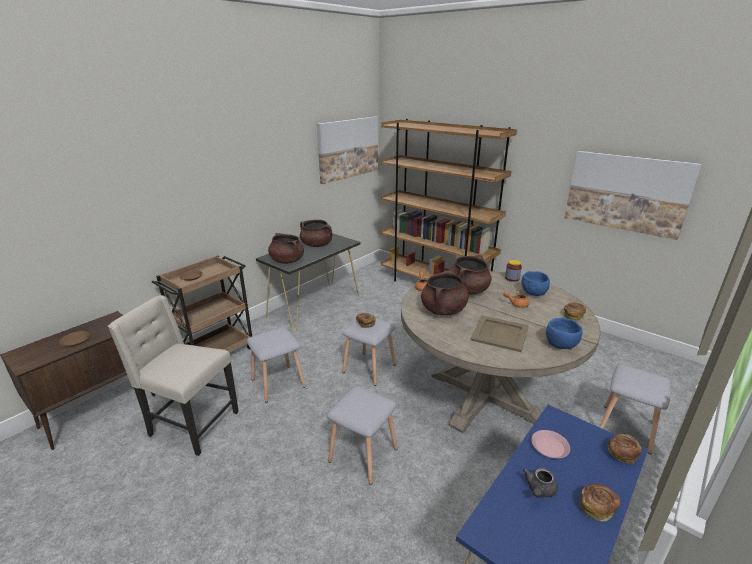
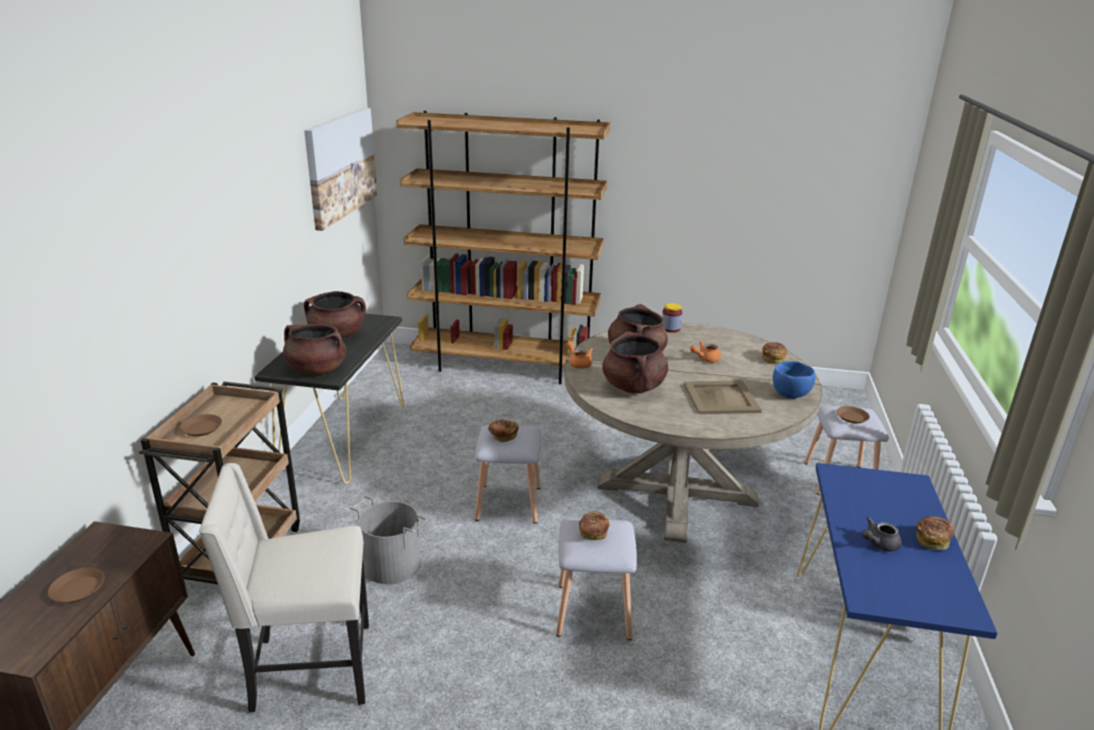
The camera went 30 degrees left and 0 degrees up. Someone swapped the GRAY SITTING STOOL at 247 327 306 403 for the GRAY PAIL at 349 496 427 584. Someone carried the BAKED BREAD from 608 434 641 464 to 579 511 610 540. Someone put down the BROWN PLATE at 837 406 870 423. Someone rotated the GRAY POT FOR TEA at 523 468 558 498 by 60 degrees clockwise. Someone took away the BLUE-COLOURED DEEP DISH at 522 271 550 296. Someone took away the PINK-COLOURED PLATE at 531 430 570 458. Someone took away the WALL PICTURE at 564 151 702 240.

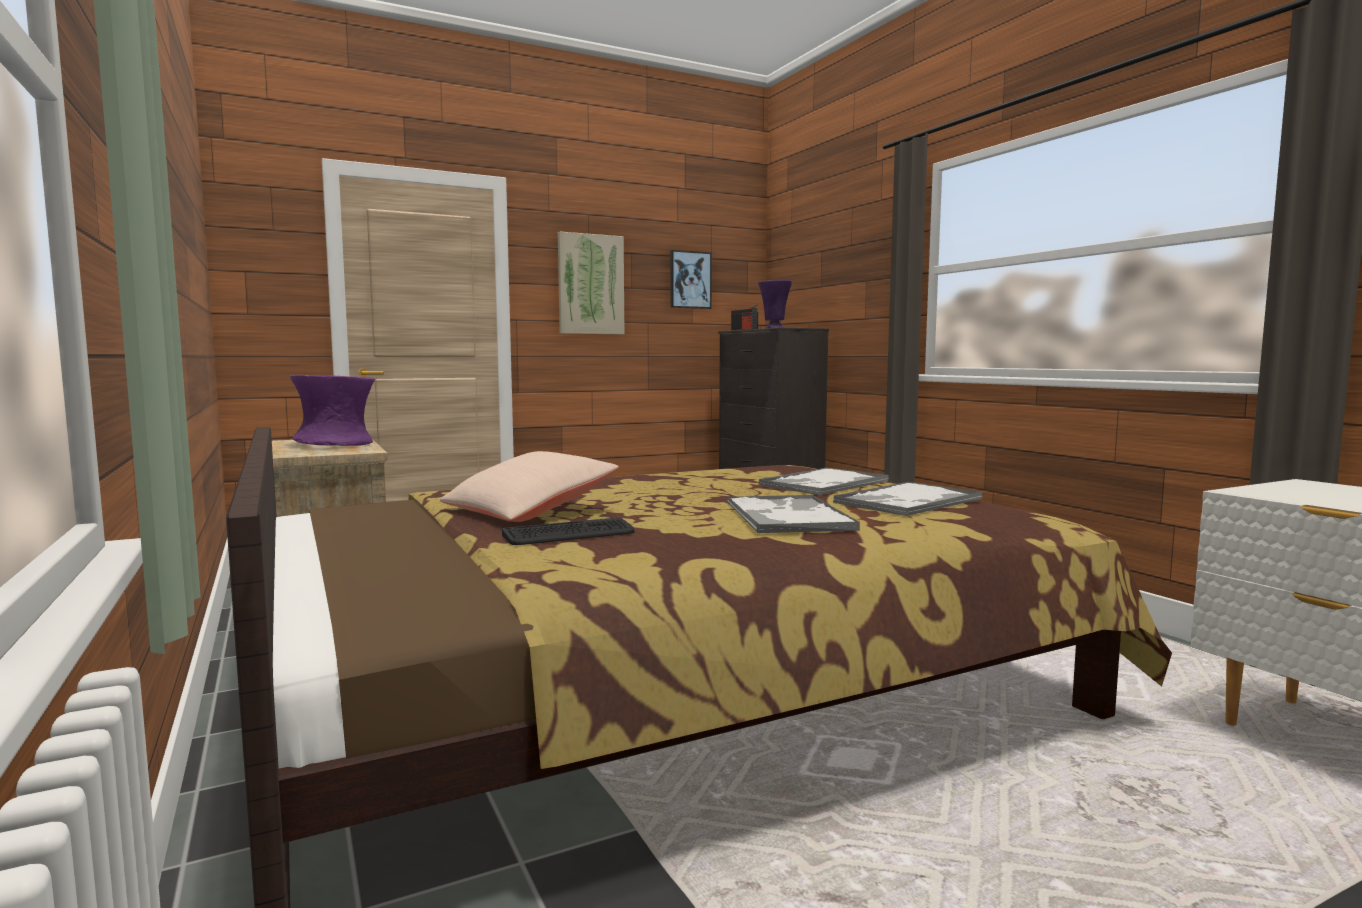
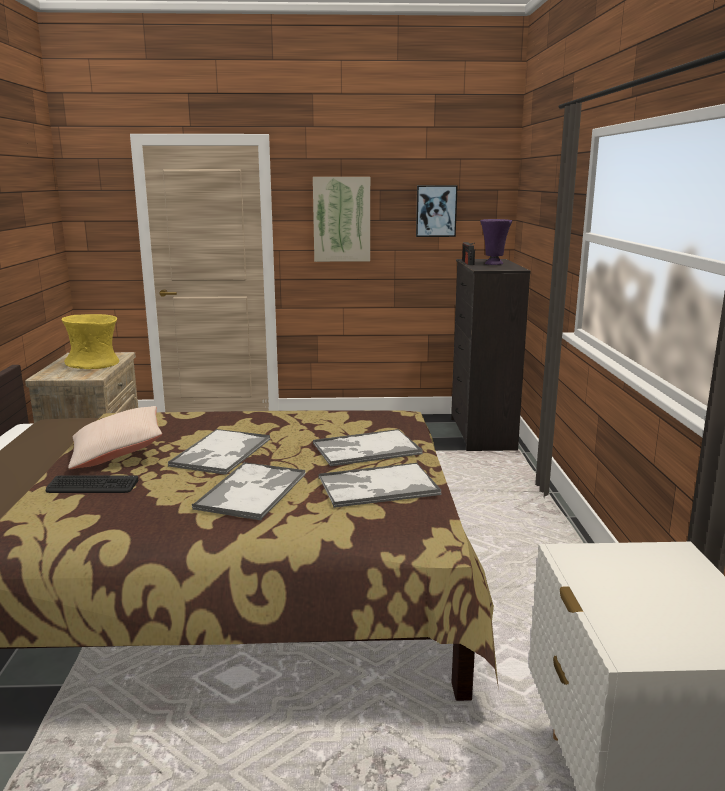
The camera went 25 degrees right and 10 degrees up. Someone repainted the PURPLISH VASE at 290 375 375 446, which became the YELLOWISH VASE at 62 314 119 369. Someone put down the TRAY at 168 429 270 475.

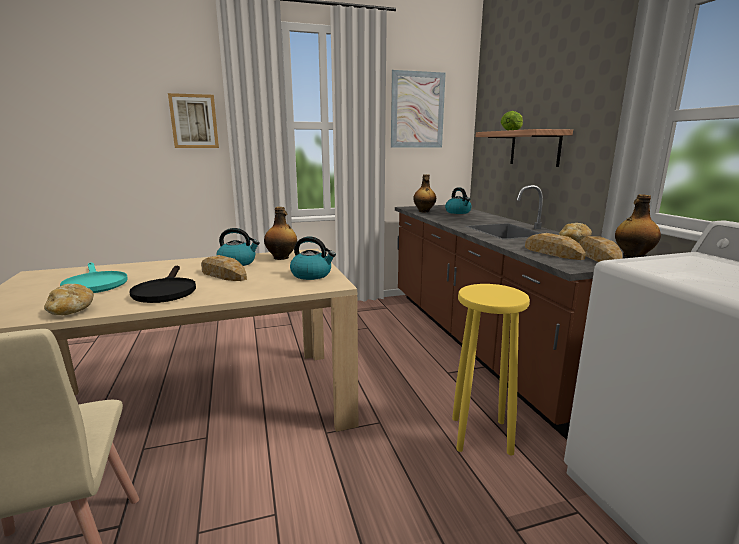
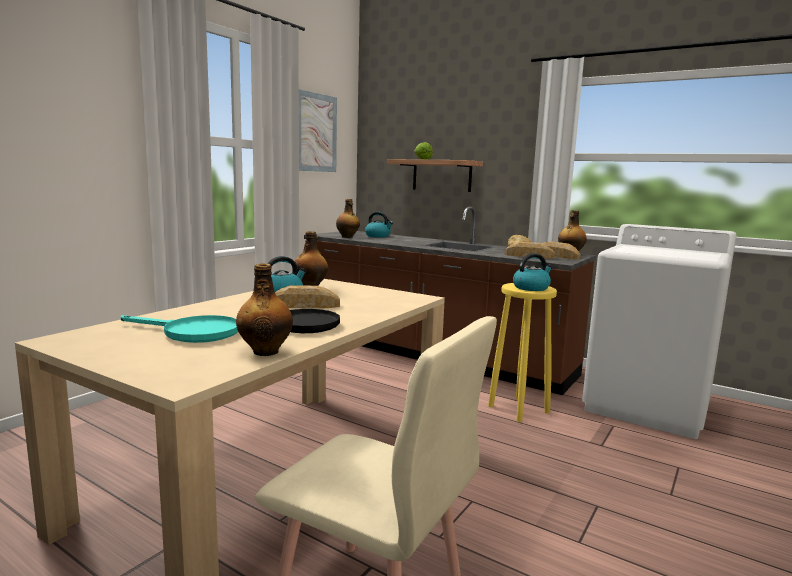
The camera went 40 degrees left and 5 degrees down. Someone swapped the BAKED BREAD at 44 284 94 315 for the DRINK BOTTLE at 236 263 293 356. Someone carried the KETTLE from 290 236 336 280 to 513 253 553 291. Someone took away the WALL PICTURE at 168 93 219 148.

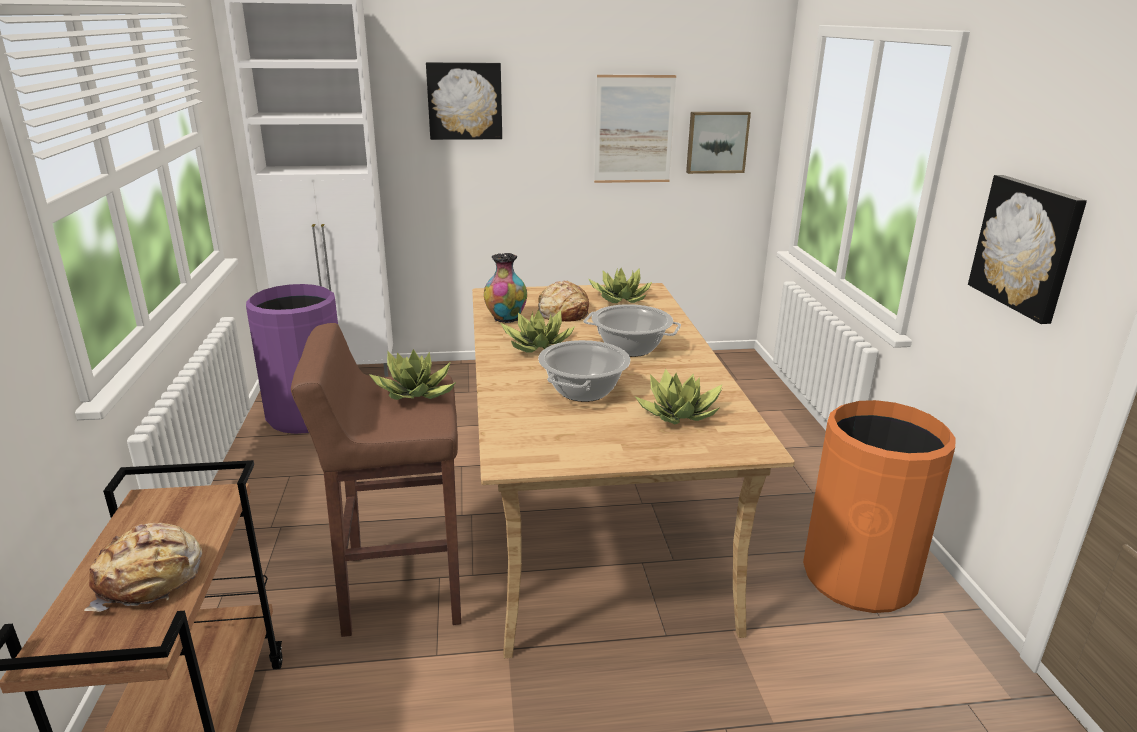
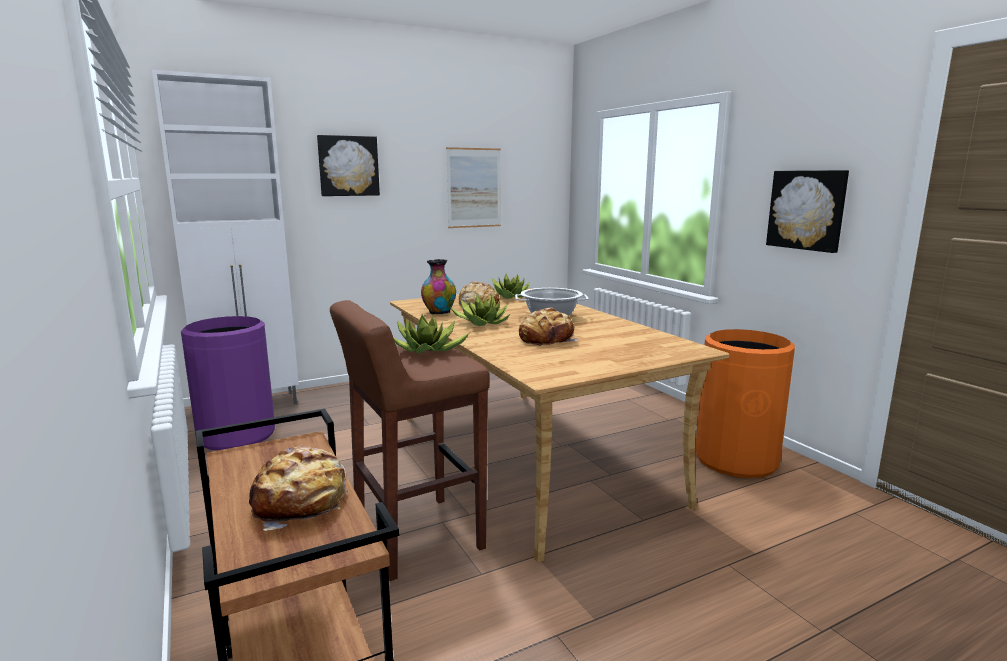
The camera went 20 degrees left and 10 degrees down. Someone swapped the STOCKPOT at 538 340 630 402 for the BAKED BREAD at 519 307 578 346. Someone took away the POTTED PLANT at 635 369 722 424. Someone took away the WALL PICTURE at 686 112 751 174.

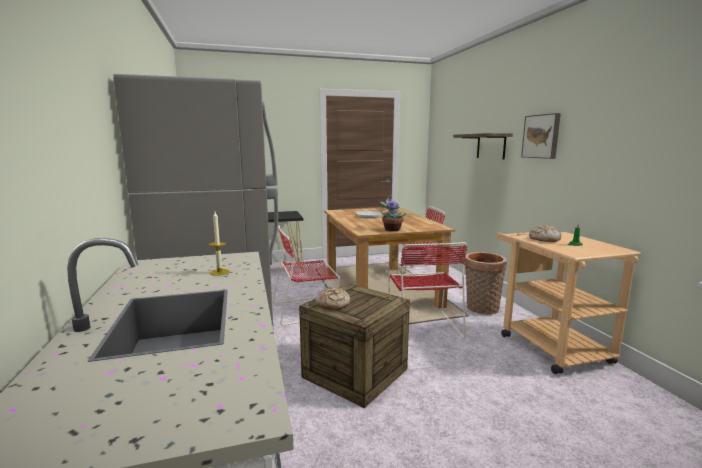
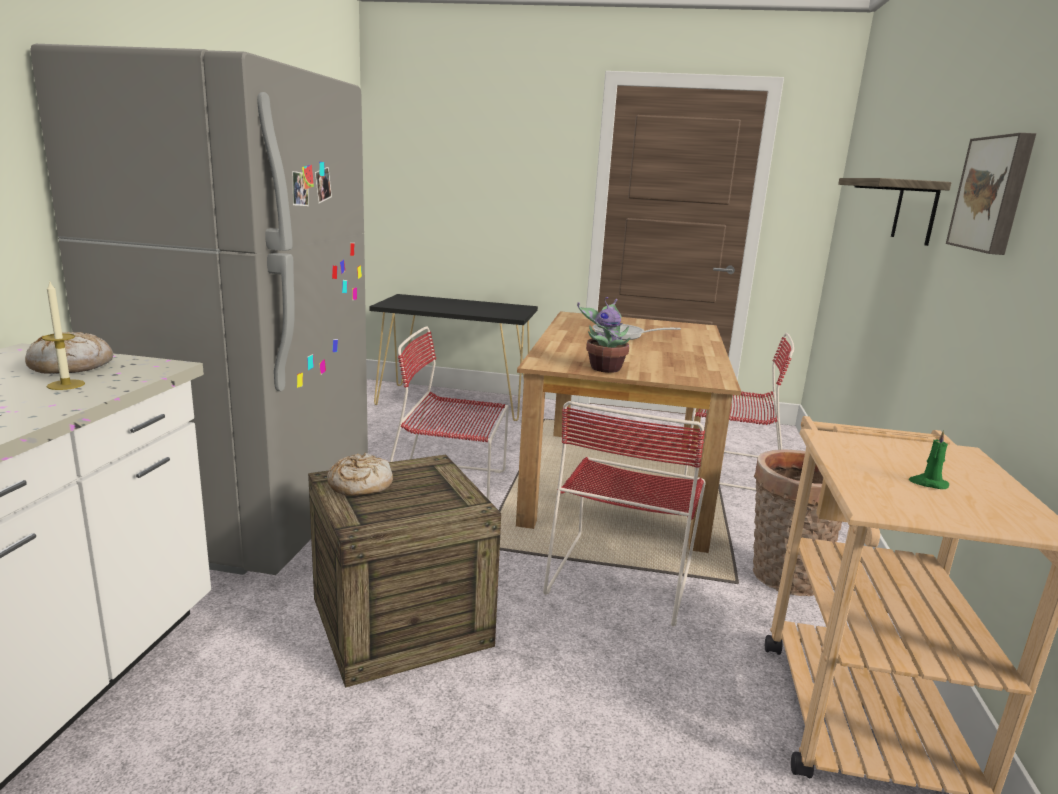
The camera went 25 degrees right and 5 degrees up. Someone carried the BAKED BREAD from 529 226 561 242 to 25 332 113 374.

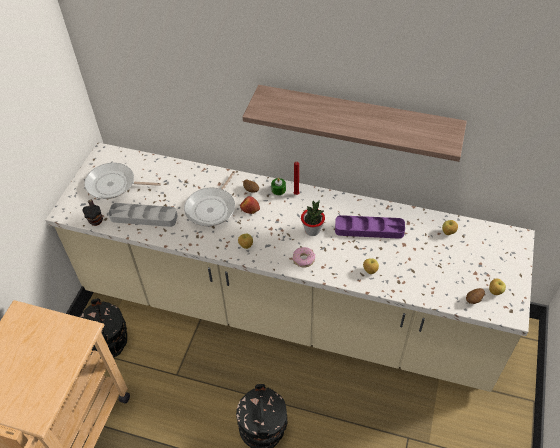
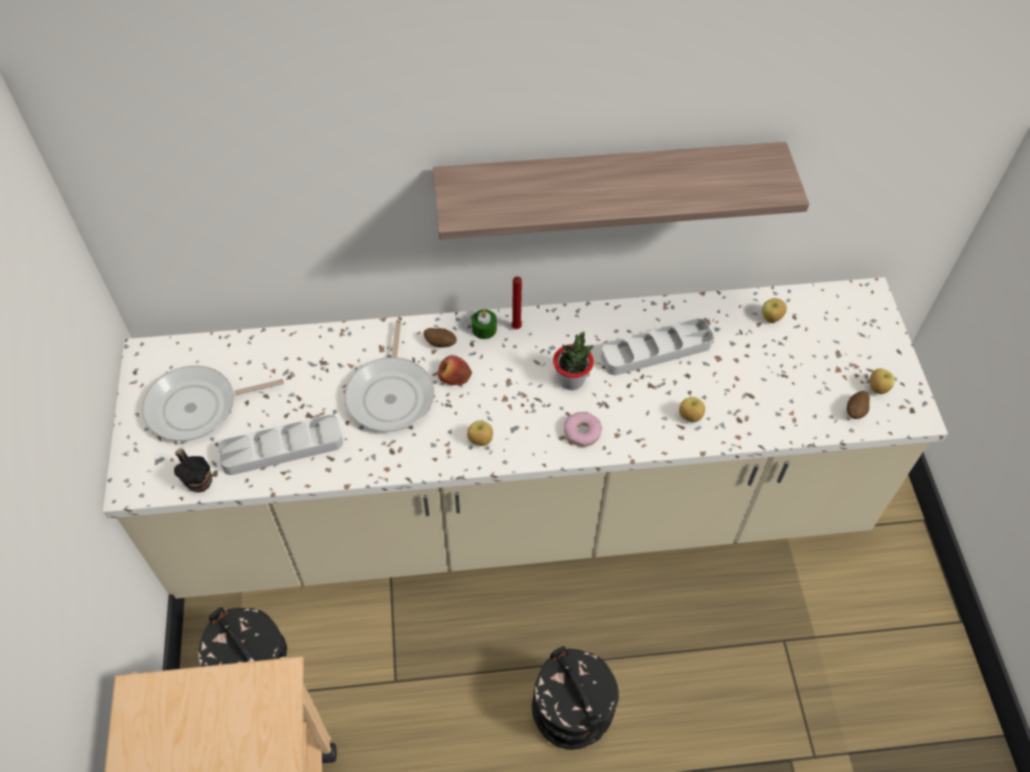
The camera went 25 degrees left and 5 degrees up. Someone repainted the PURPLISH TRAY at 335 215 405 239, which became the GRAY TRAY at 601 318 714 375.

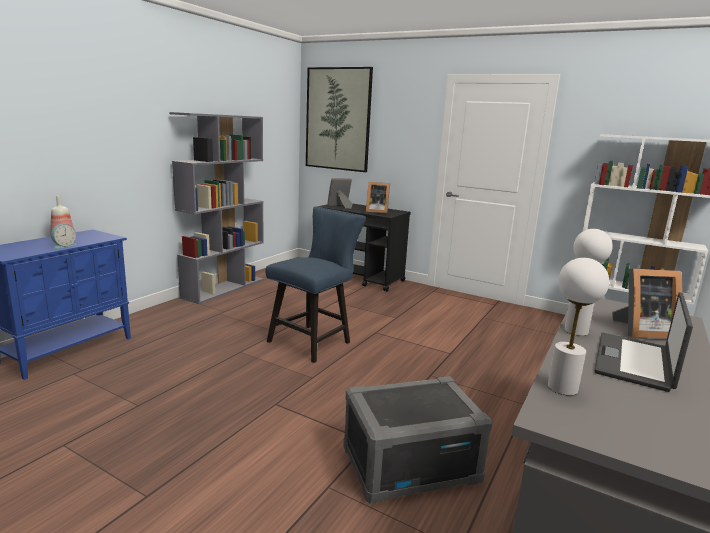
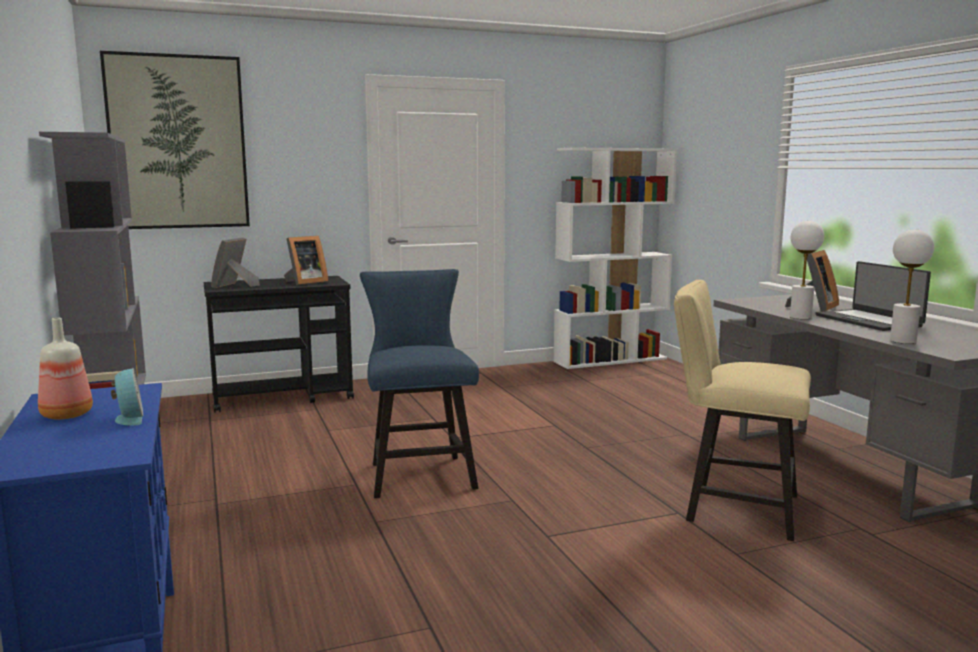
The camera went 50 degrees left and 5 degrees down. Someone swapped the GRAY STORAGE BOX at 343 376 493 504 for the BEIGE-COLOURED CHAIR at 674 280 811 541.

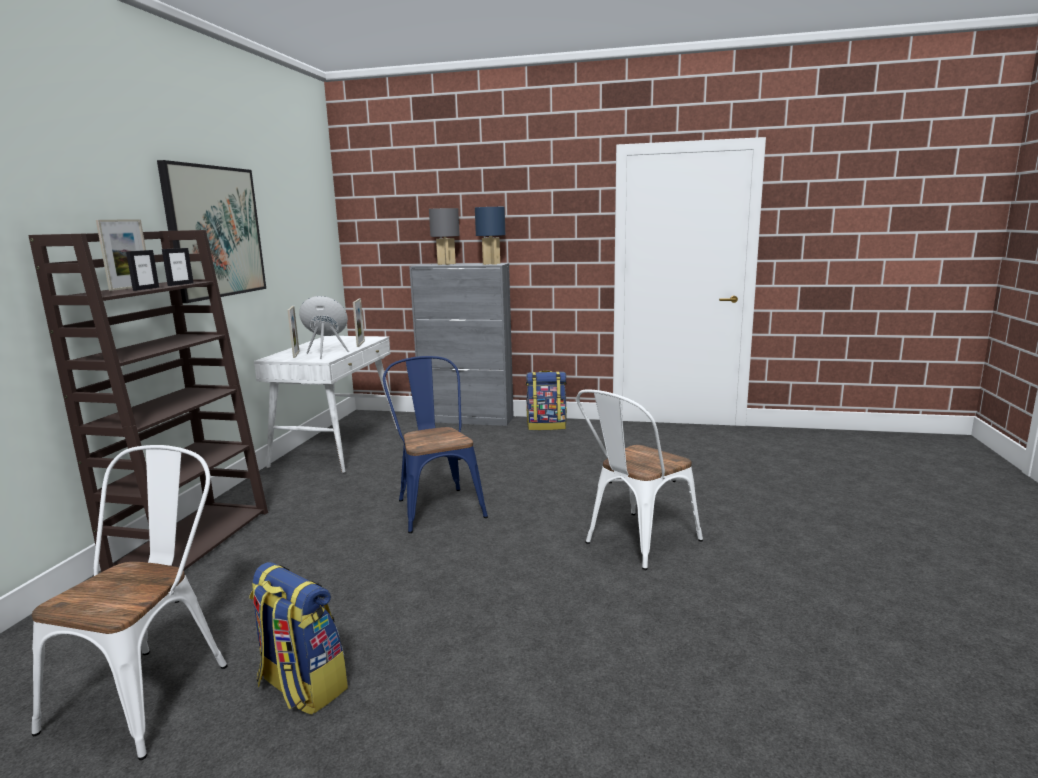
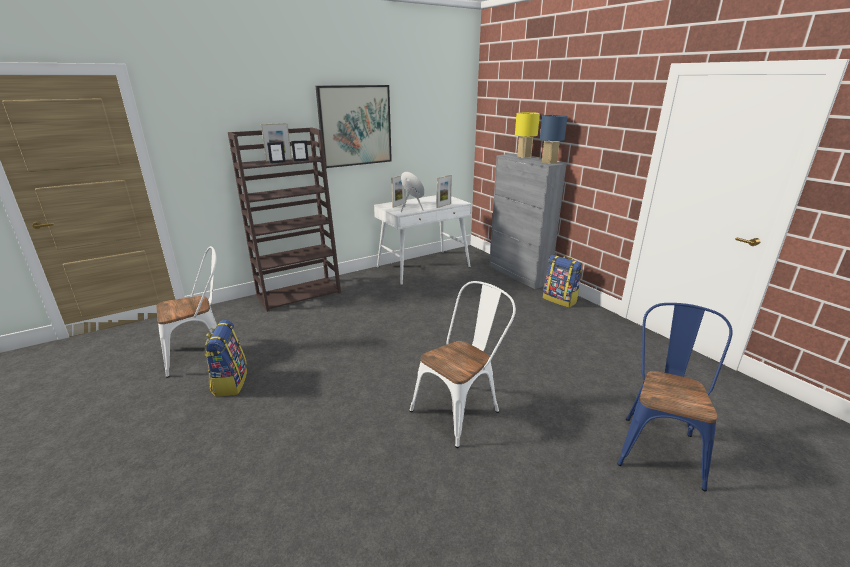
The camera went 45 degrees right and 10 degrees up. Someone rotated the WHITE-COLOURED CHAIR at 576 389 703 570 by 135 degrees clockwise. Someone repainted the GRAY TABLETOP LAMP at 429 208 460 265, which became the YELLOWISH TABLETOP LAMP at 515 112 540 158. Someone carried the BLUE-COLOURED CHAIR from 383 356 488 533 to 617 303 733 492.

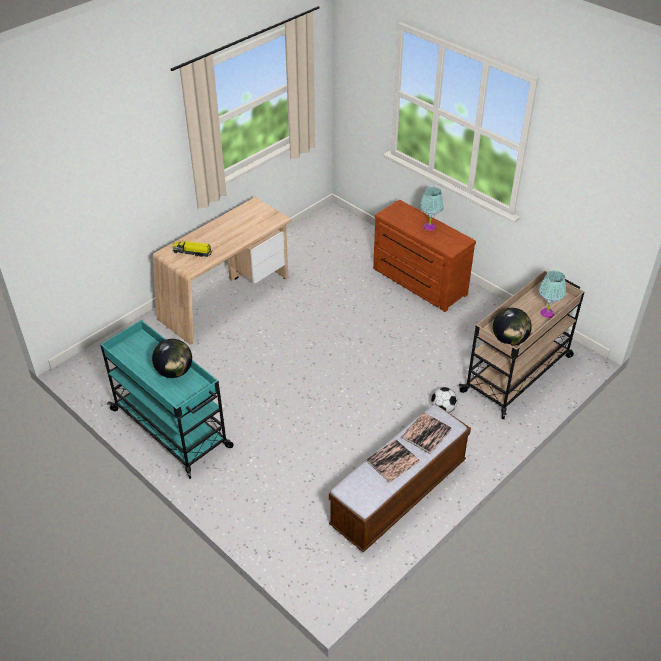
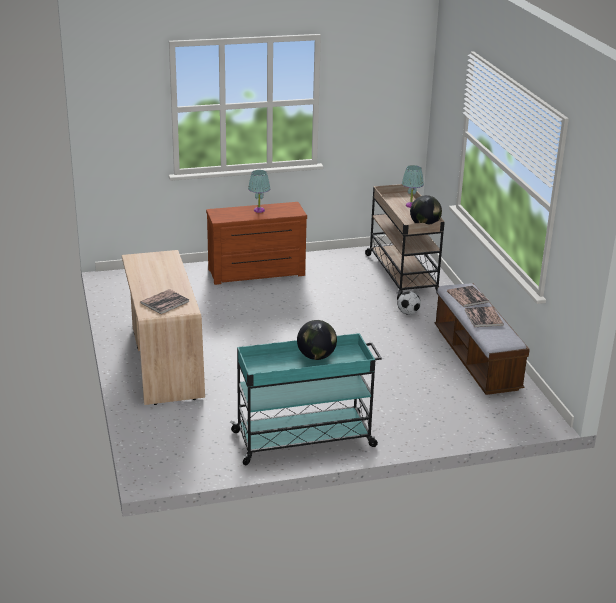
The camera went 60 degrees left and 15 degrees down. Someone swapped the TOY LORRY at 173 241 213 257 for the BOOK at 140 289 190 314.

